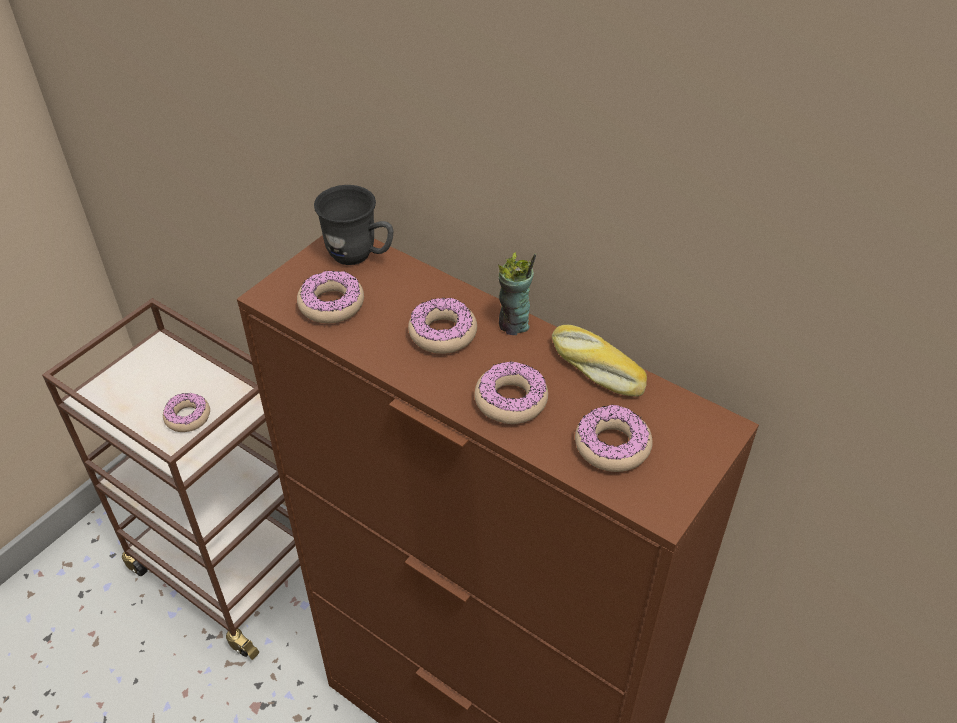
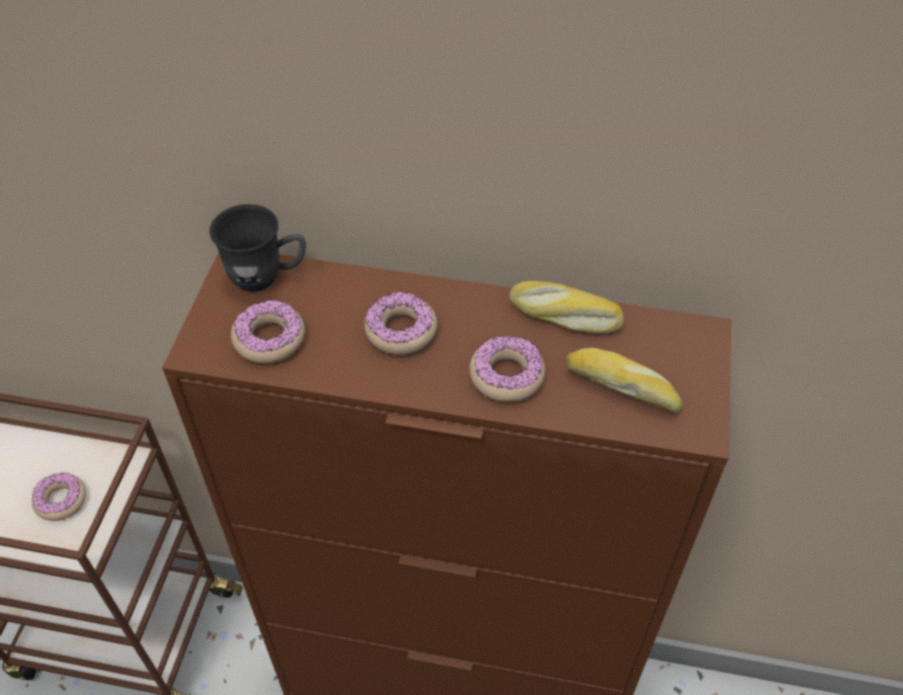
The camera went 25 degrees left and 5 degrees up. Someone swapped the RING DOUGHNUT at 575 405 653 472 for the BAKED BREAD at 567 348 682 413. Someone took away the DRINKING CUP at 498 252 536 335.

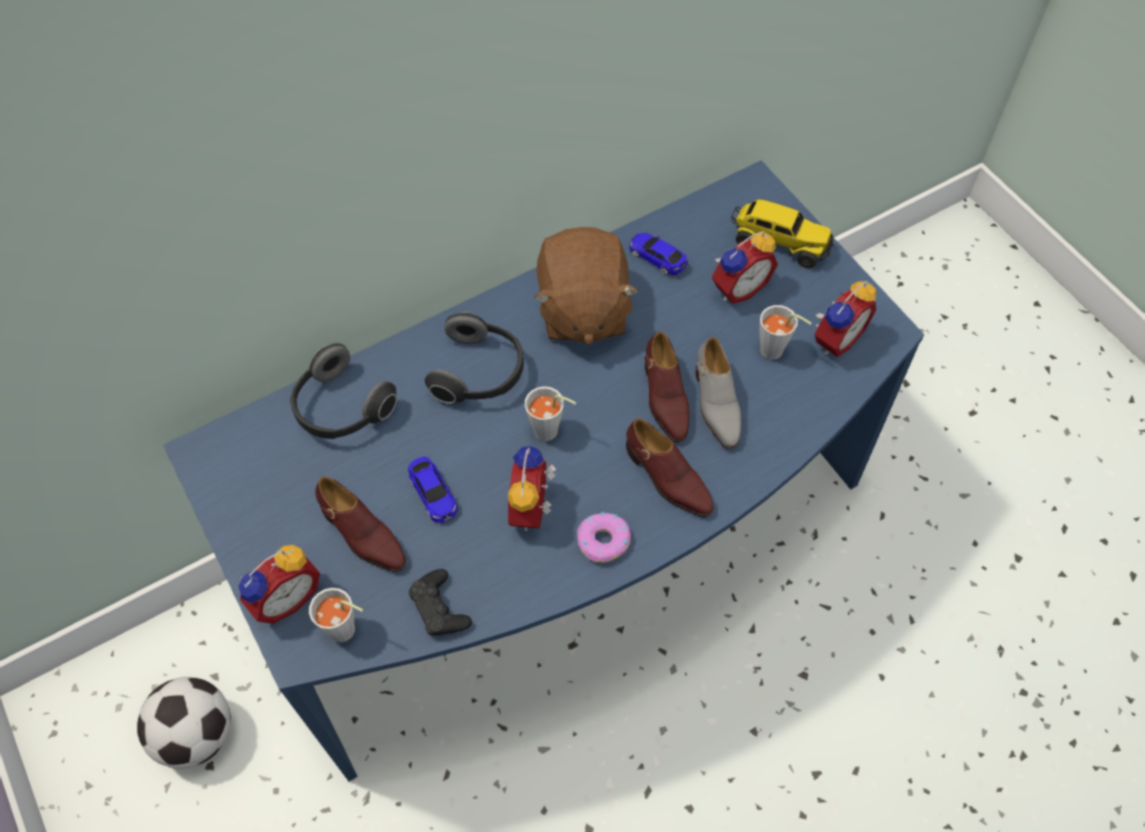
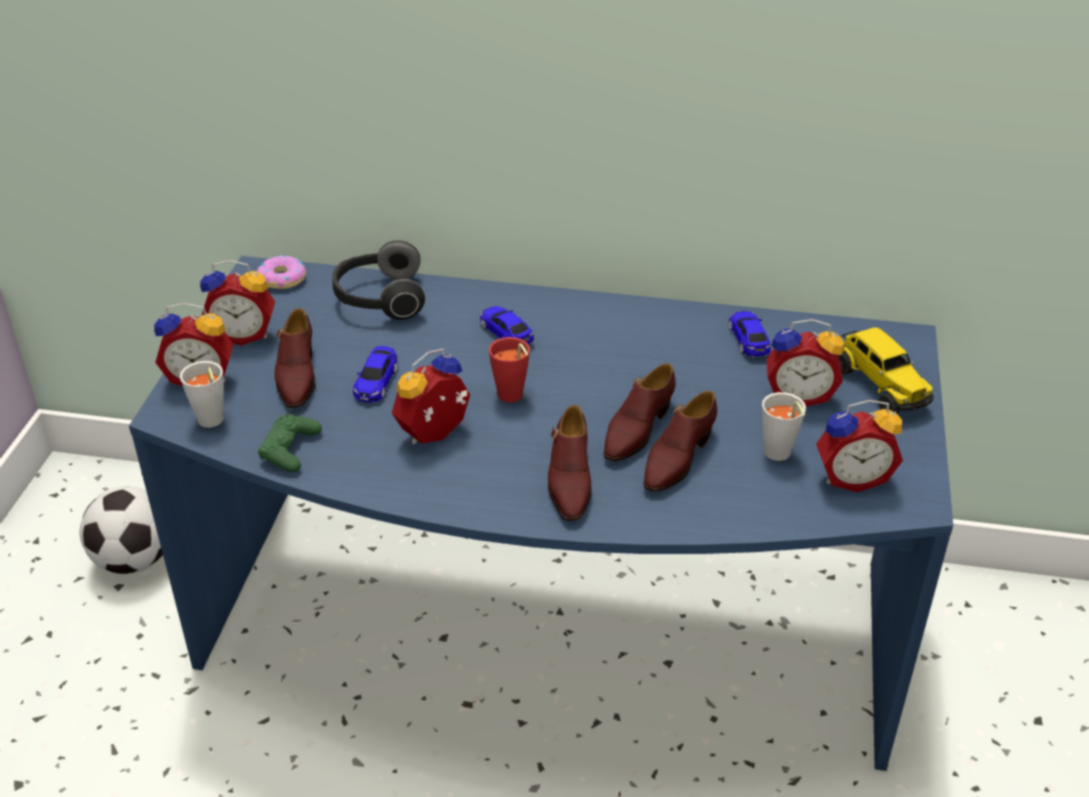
The camera went 40 degrees right and 20 degrees down. Someone put down the ALARM CLOCK at 200 260 275 346. Someone carried the RING DOUGHNUT from 577 512 631 563 to 257 255 306 289. Someone repainted the BLACK JOYPAD at 408 569 472 636, which became the GREEN JOYPAD at 258 414 322 472. Someone swapped the HEADSET at 425 312 524 403 for the MINIATURE CAR at 480 306 534 344. Someone repainted the GRAY DRINKING CUP at 525 386 576 441, which became the RED DRINKING CUP at 489 337 530 403. Someone repainted the GRAY LOW SHOE at 696 337 741 449, which became the BROWN LOW SHOE at 643 391 717 491. Someone took away the BROWN PLUSH TOY at 534 227 638 345.

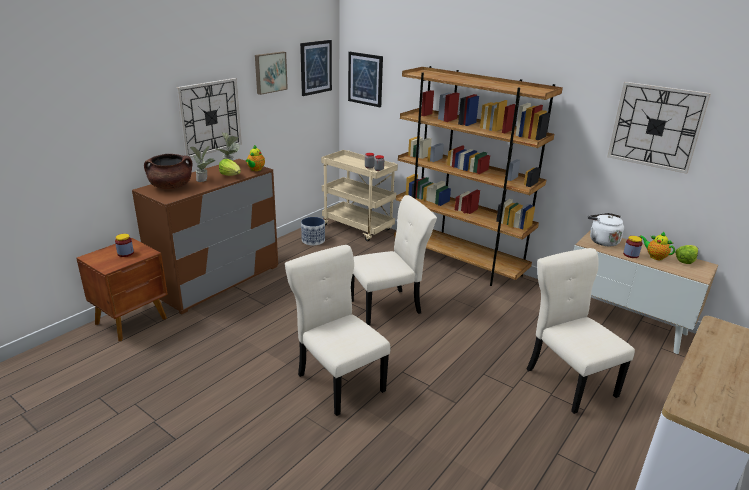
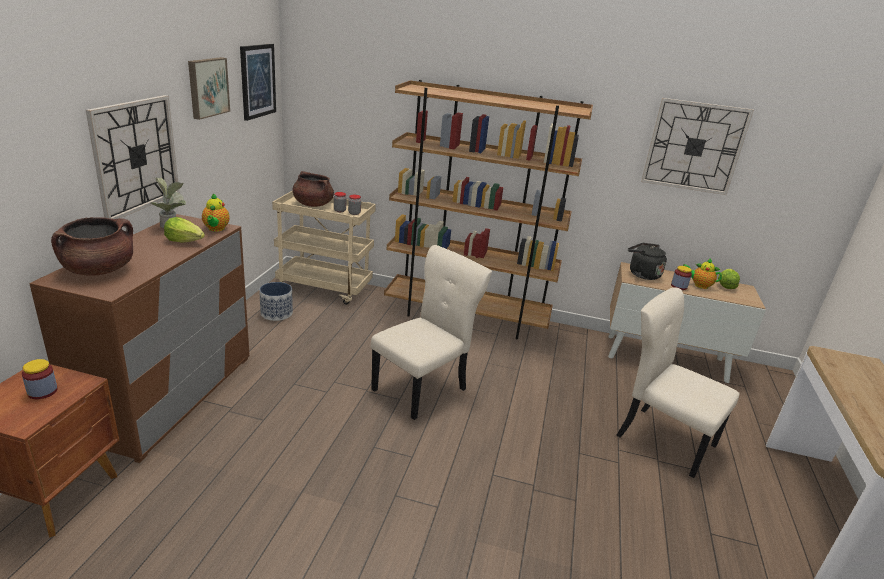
The camera went 25 degrees left and 0 degrees up. Someone put down the BROWN STOCKPOT at 292 171 334 207. Someone repainted the WHITE-COLOURED KETTLE at 588 213 624 246, which became the BLACK KETTLE at 628 243 667 280. Someone took away the POTTED PLANT at 189 146 216 182. Someone took away the BEIGE-COLOURED CHAIR at 285 245 390 416. Someone took away the WALL PICTURE at 348 52 383 107.

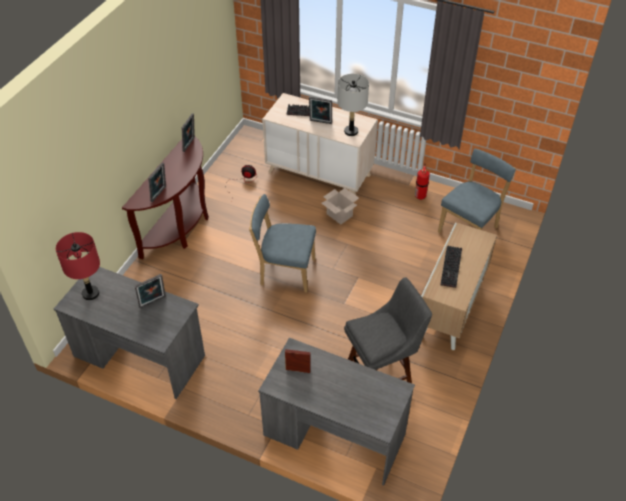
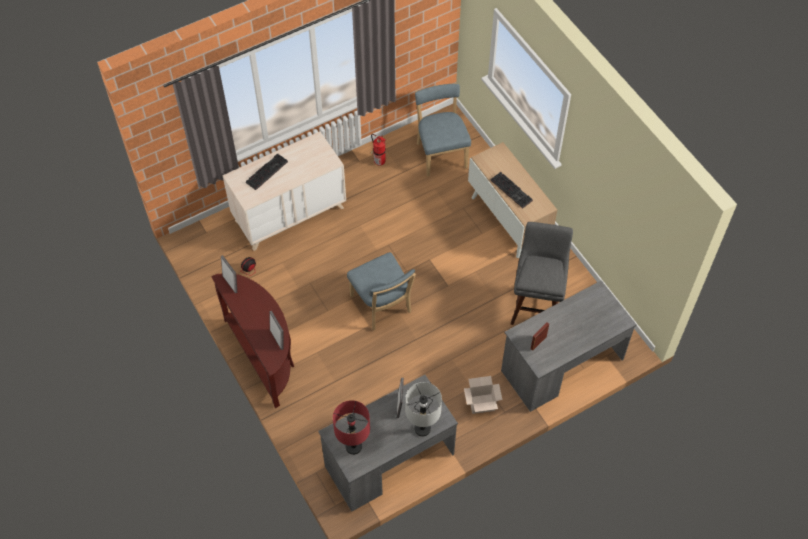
The camera went 55 degrees left and 10 degrees up. Someone rotated the BLUE-COLOURED CHAIR at 249 194 316 293 by 75 degrees counterclockwise. Someone carried the GRAY TABLETOP LAMP from 337 74 369 136 to 405 382 442 437. Someone carried the CARDBOARD BOX from 321 188 359 224 to 464 376 503 414. Someone took away the PICTURE FRAME at 309 97 332 124.

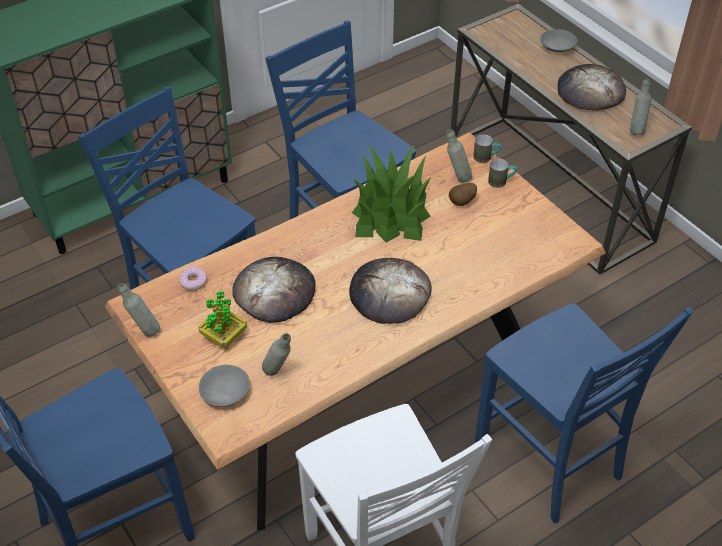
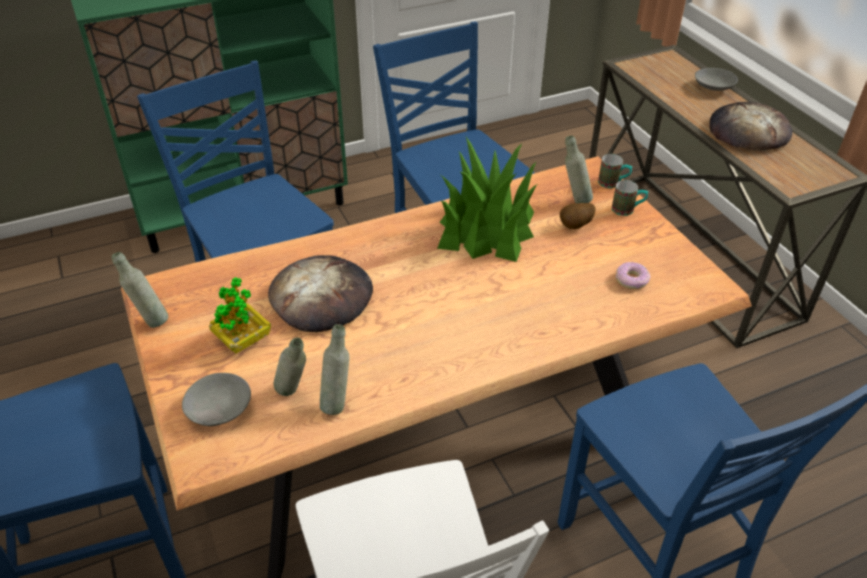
The camera went 10 degrees right and 5 degrees down. Someone carried the GRAY DRINK BOTTLE from 630 79 651 135 to 320 324 350 415. Someone carried the RING DOUGHNUT from 179 267 207 291 to 616 262 650 289. Someone took away the BAKED BREAD at 349 258 432 324.

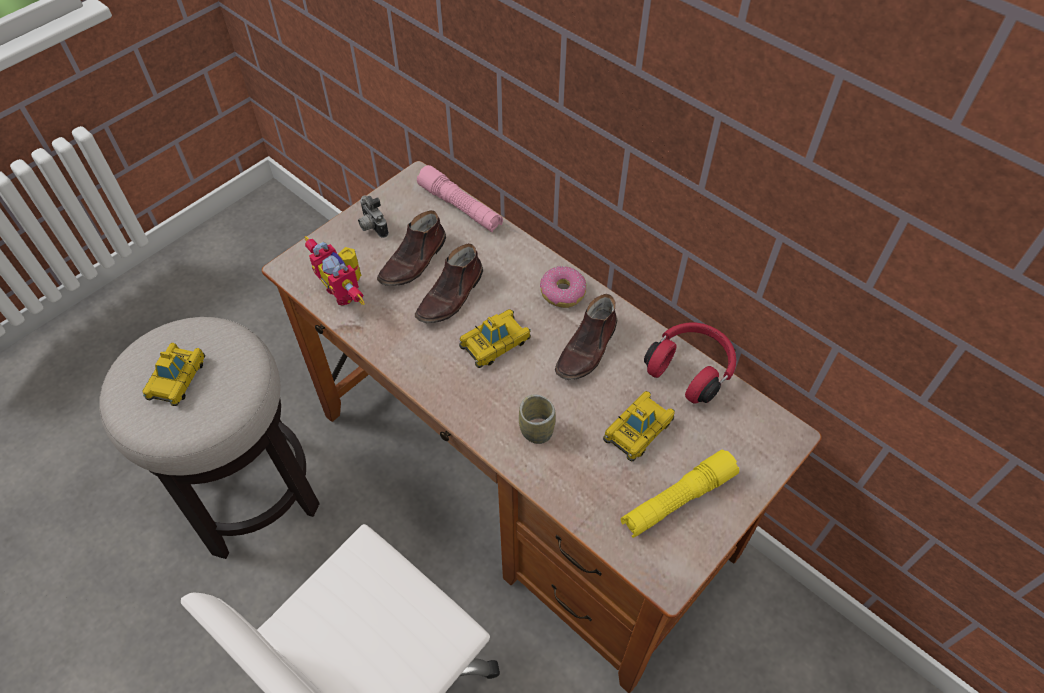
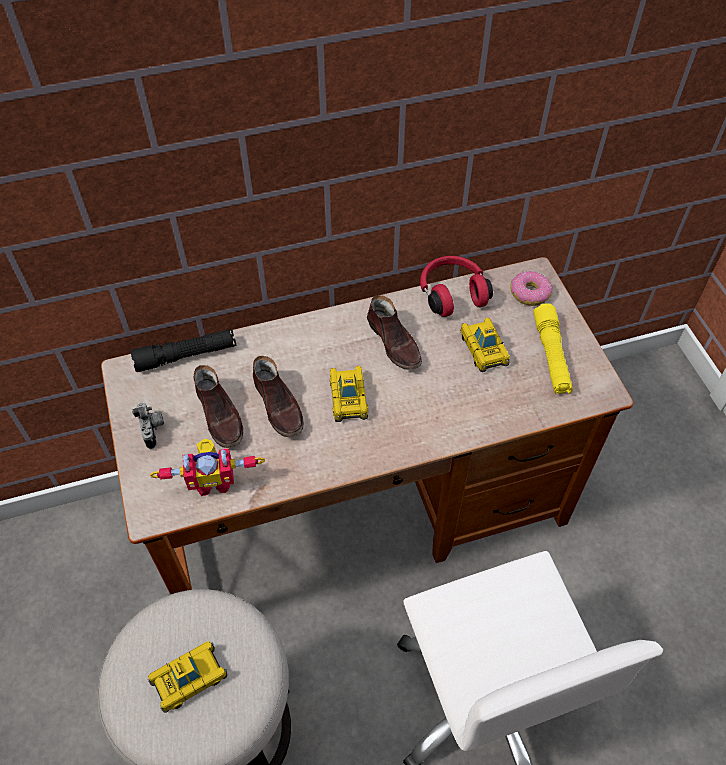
The camera went 60 degrees left and 0 degrees up. Someone repainted the PINK-COLOURED HAND TORCH at 417 165 503 232, which became the BLACK HAND TORCH at 131 329 237 372. Someone rotated the PHOTO CAMERA at 358 195 389 238 by 105 degrees counterclockwise. Someone rotated the MINIATURE CAR at 142 343 205 406 by 75 degrees counterclockwise. Someone carried the RING DOUGHNUT from 540 266 587 308 to 510 271 553 306. Someone took away the DRINKING CUP at 519 395 556 444.

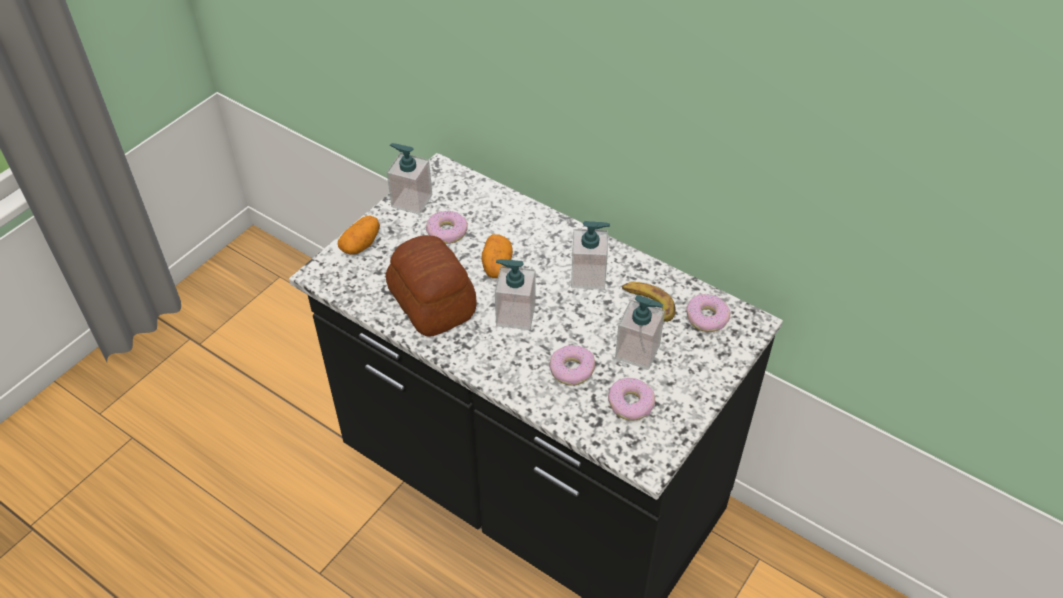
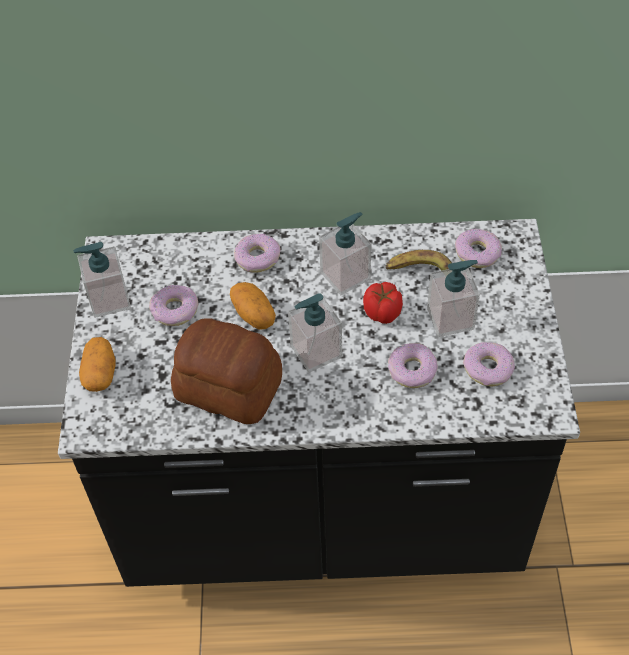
The camera went 35 degrees left and 5 degrees up. Someone put down the RING DOUGHNUT at 234 234 281 273. Someone put down the WHOLE TOMATO at 363 282 403 324.

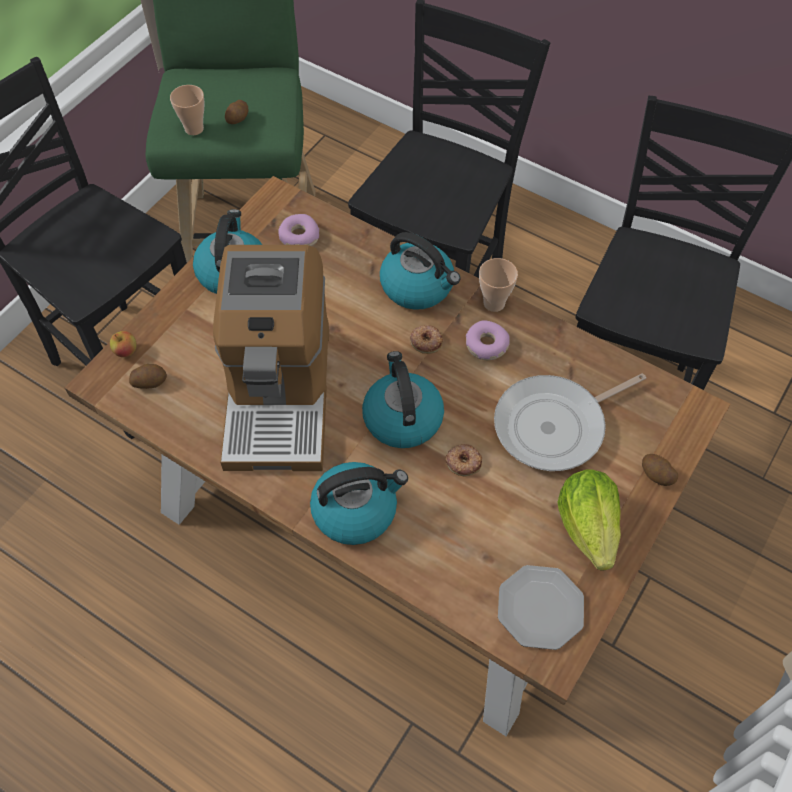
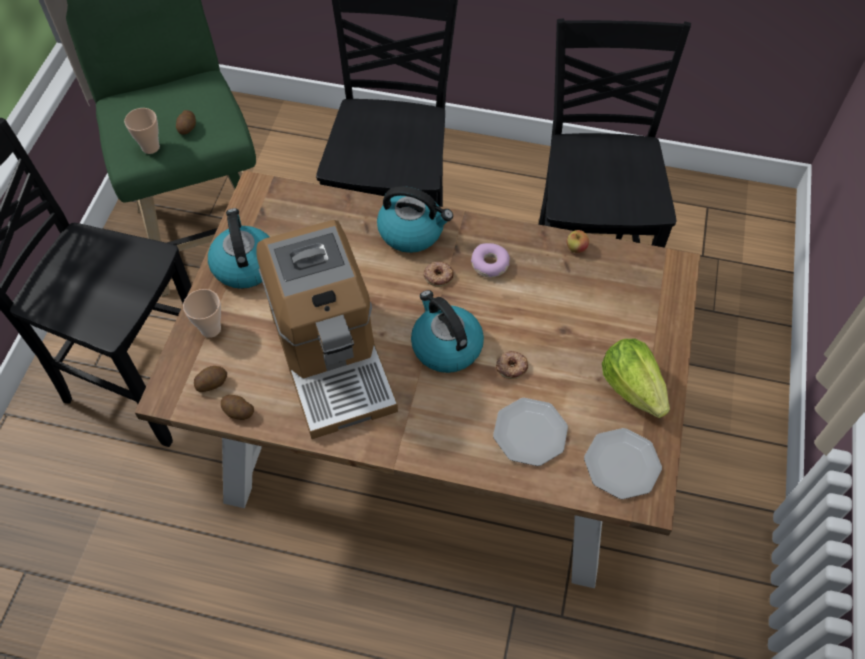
The camera went 20 degrees left and 0 degrees up. Someone carried the DRINKING CUP from 479 258 518 312 to 183 289 221 338. Someone carried the SPUD from 642 454 678 486 to 221 395 254 420. Someone put down the PLATE at 493 398 568 466. Someone carried the APPLE FRUIT from 110 331 137 357 to 567 230 589 253. Someone took away the RING DOUGHNUT at 278 214 319 246. Someone took away the KETTLE at 310 462 408 545. Someone took away the FRYING PAN at 494 374 646 471.

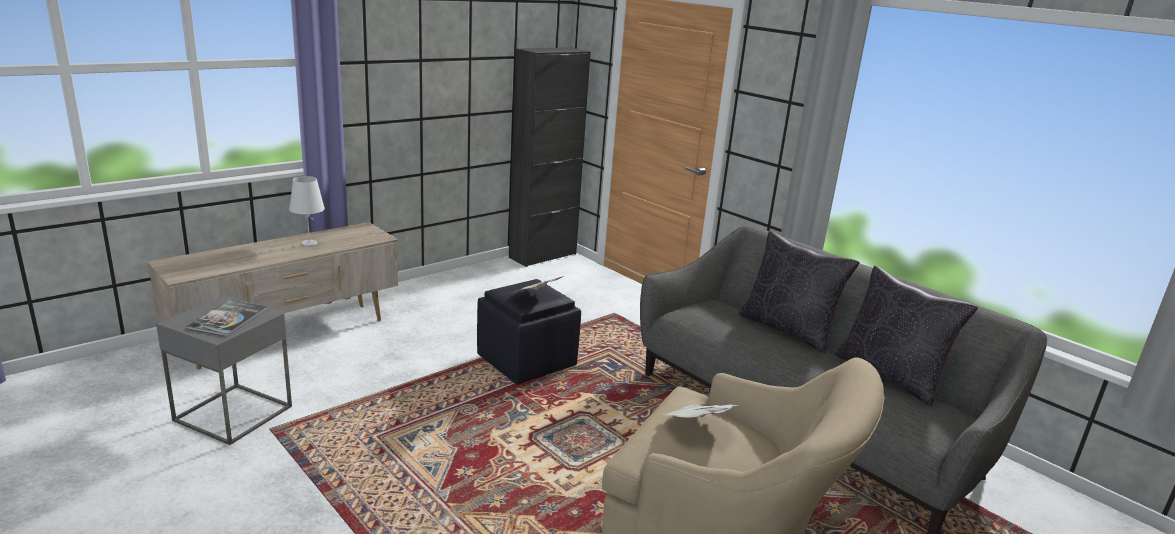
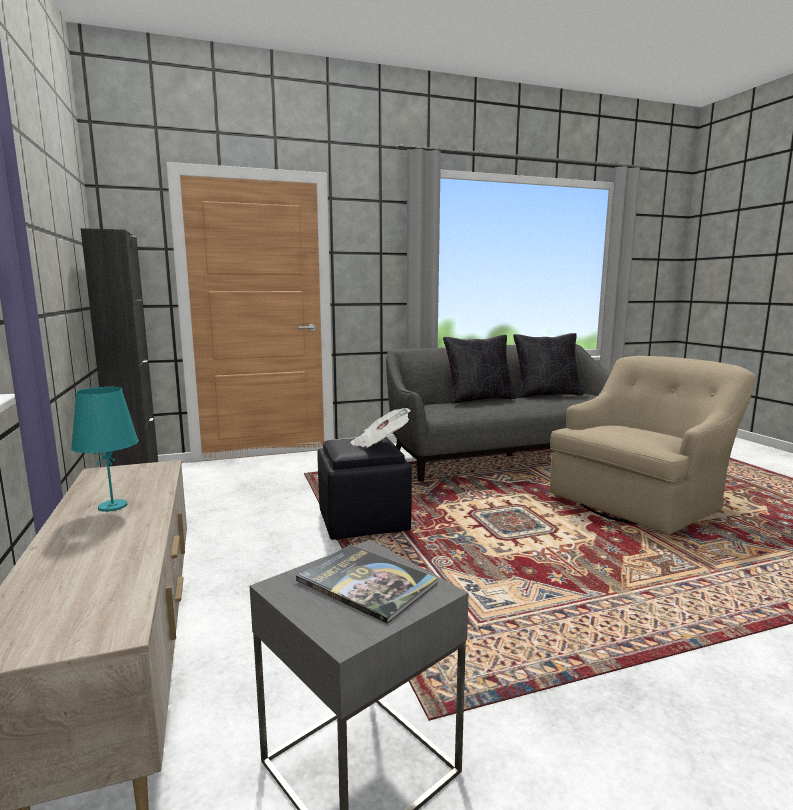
The camera went 65 degrees left and 10 degrees down. Someone repainted the WHITE-COLOURED TABLETOP LAMP at 289 176 325 246, which became the TURQUOISE TABLETOP LAMP at 71 387 139 512. Someone took away the PRINTED PAPER at 665 404 739 418.

